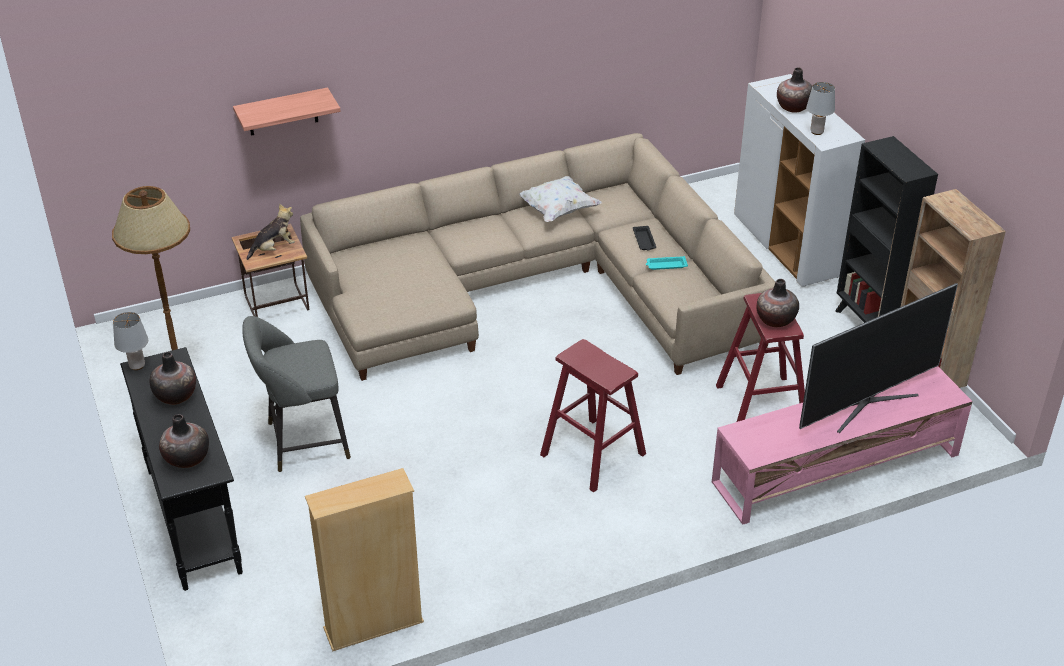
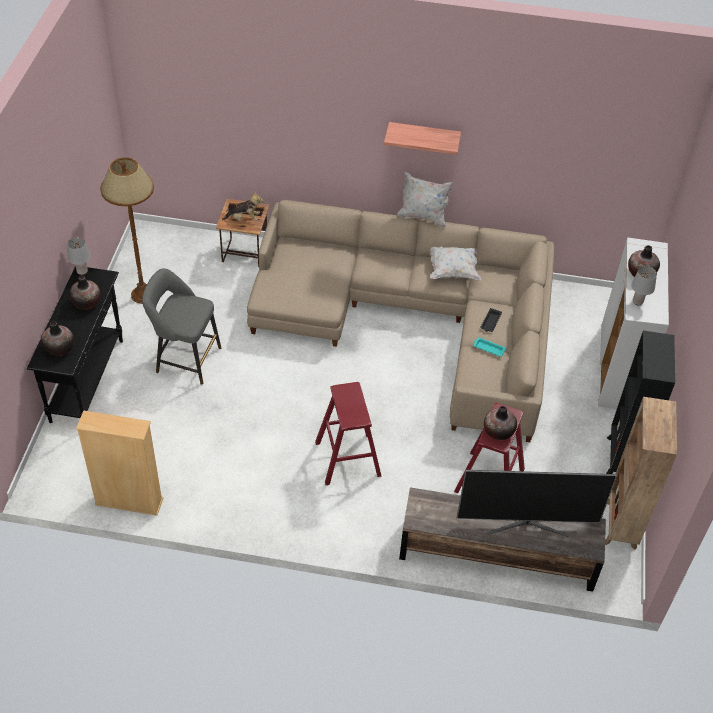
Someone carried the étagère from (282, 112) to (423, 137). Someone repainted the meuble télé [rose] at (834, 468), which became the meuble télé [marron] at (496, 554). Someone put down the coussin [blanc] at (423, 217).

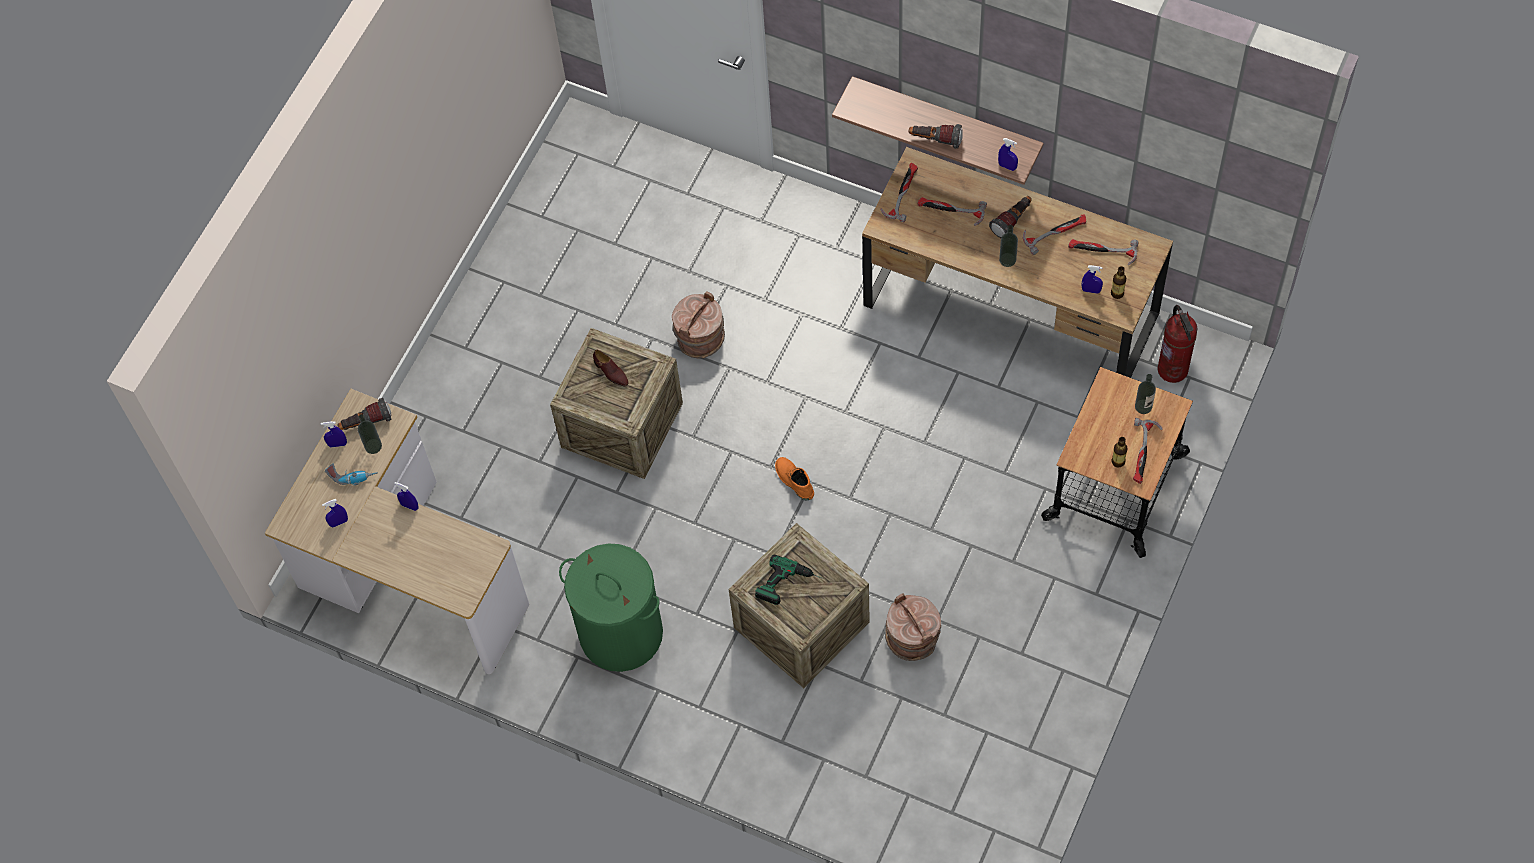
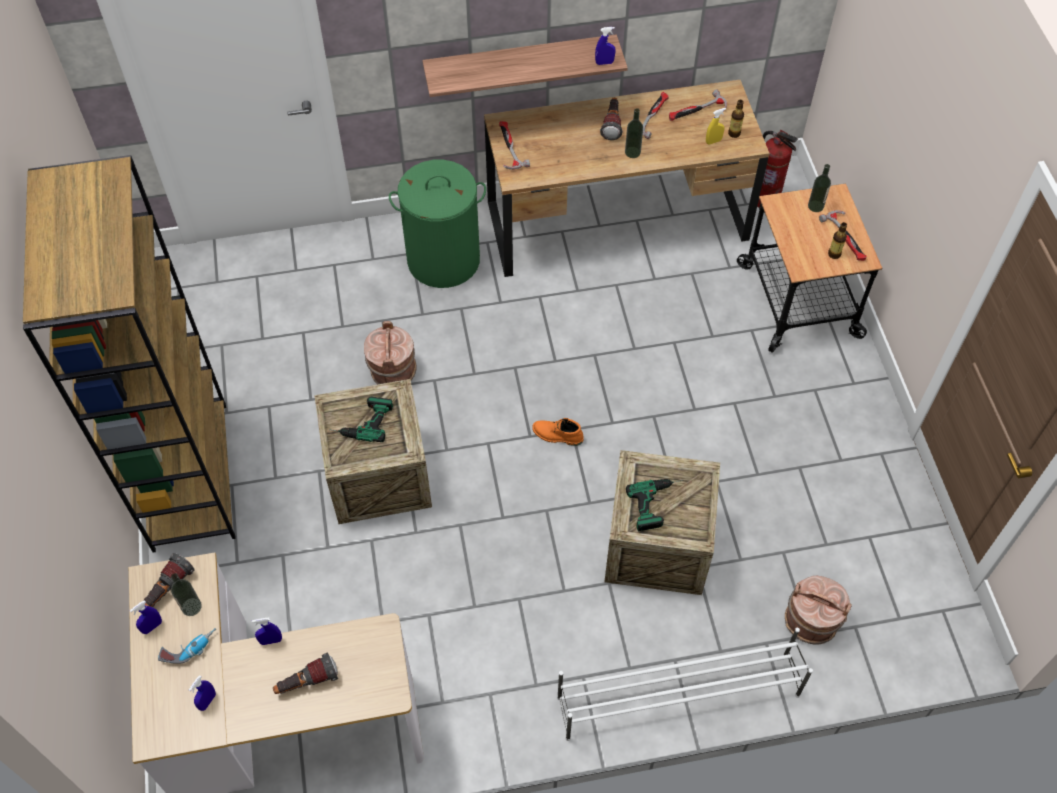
Someone carried the lampe de poche from (935, 140) to (307, 682). Someone took away the marteau at (950, 211). Someone repainted the vaporisateur [bleu] at (1091, 290), which became the vaporisateur [jaune] at (713, 141). Someone swapped the chaussure [marron] at (611, 372) for the perceuse at (361, 421). Someone carried the panier à linge [vert] from (620, 633) to (443, 260). Someone carried the seau [marron] from (912, 638) to (811, 620). Someone put down the bibliothèque [marron] at (189, 475). Someone put down the étagère à chaussures [blanc] at (677, 696).

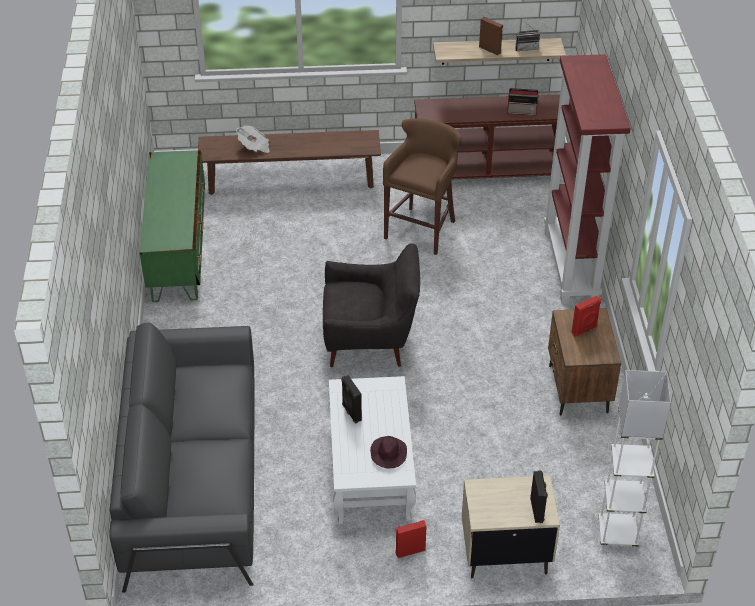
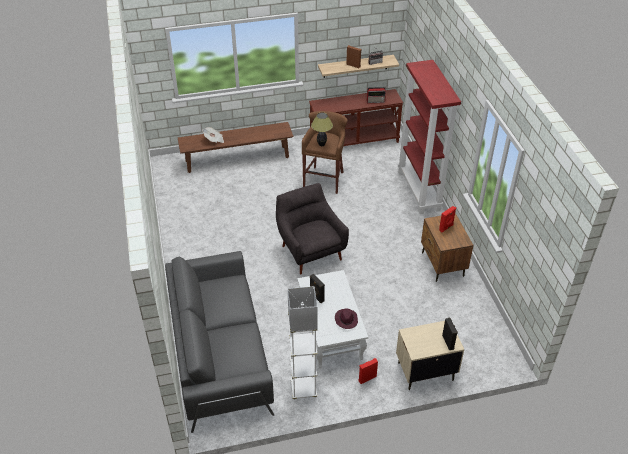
Someone took away the meuble télé [vert] at (179, 251). Someone rotated the fauteuil [gris] at (370, 341) by 105 degrees counterclockwise. Someone carried the lampadaire [blanc] from (617, 533) to (303, 389). Someone put down the lampe de table at (321, 144).

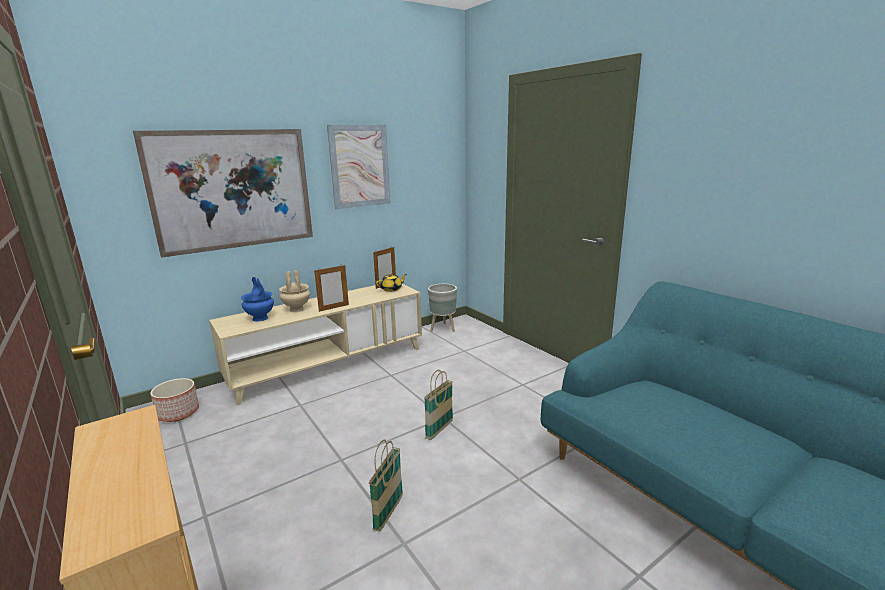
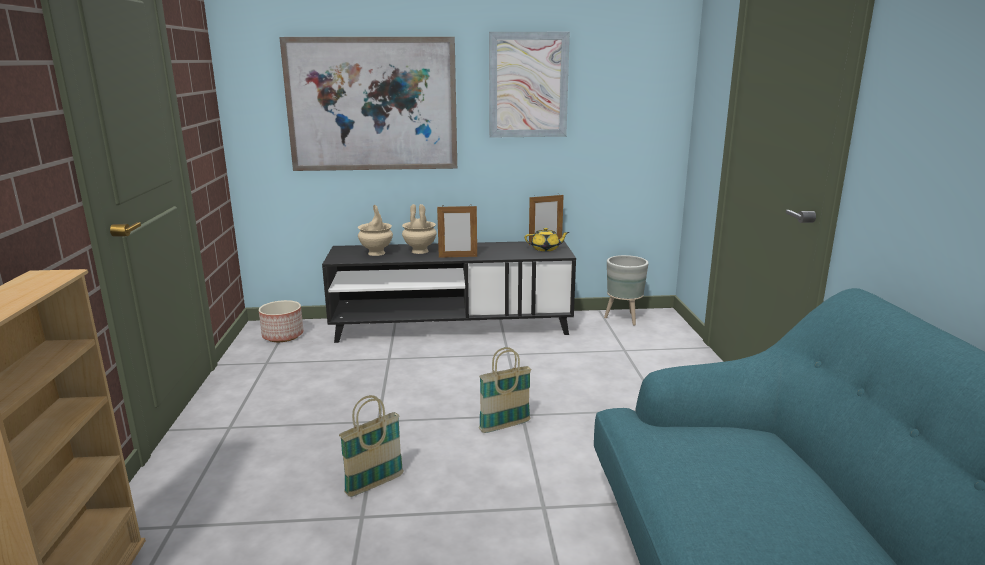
Someone repainted the vase [bleu] at (260, 318), which became the vase [beige] at (376, 253). Someone repainted the meuble télé [beige] at (328, 365), which became the meuble télé [noir] at (452, 327).

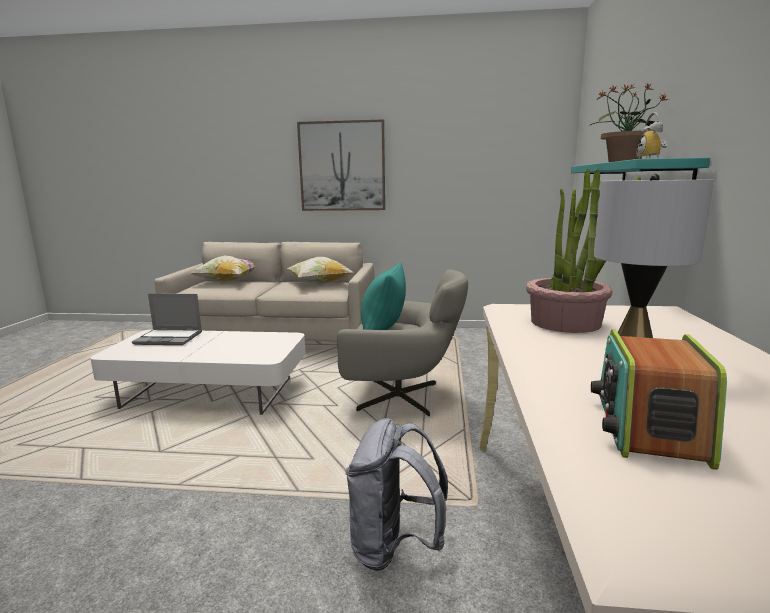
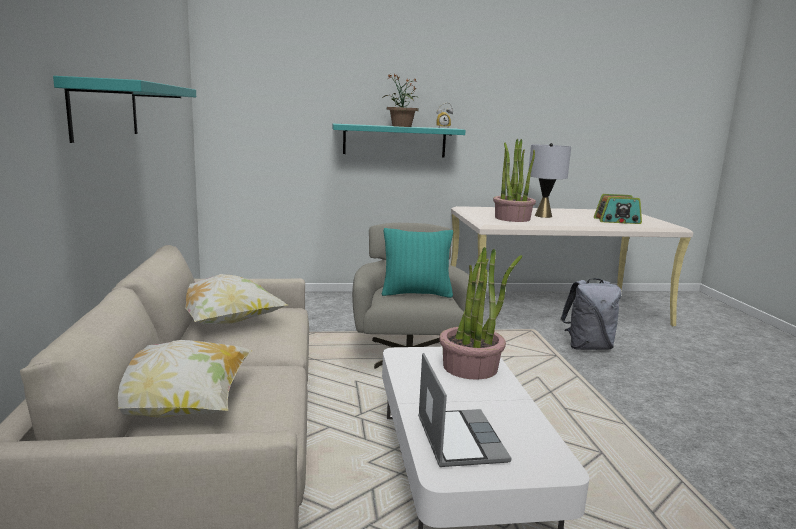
Someone swapped the tableau at (342, 166) for the étagère [turquoise] at (105, 110). Someone put down the plante en pot at (471, 367).

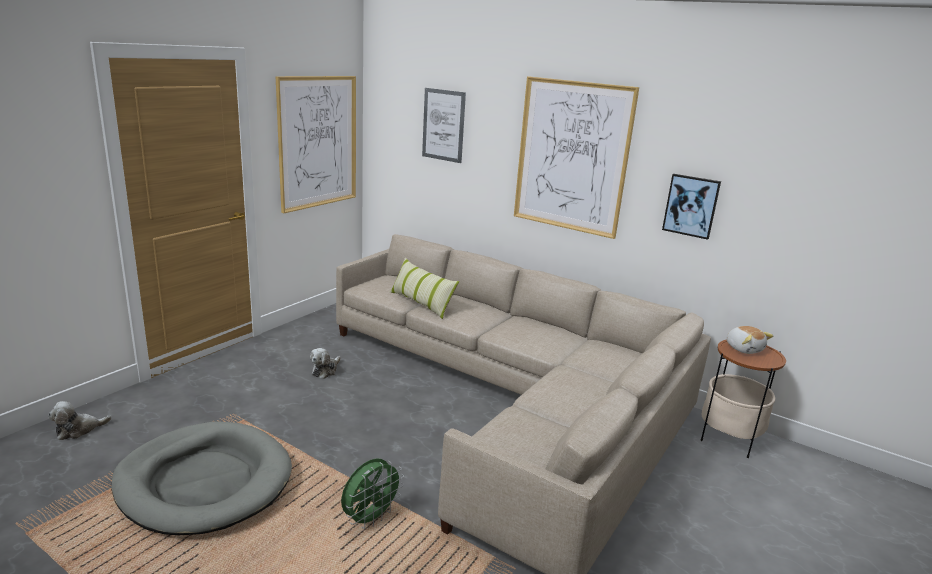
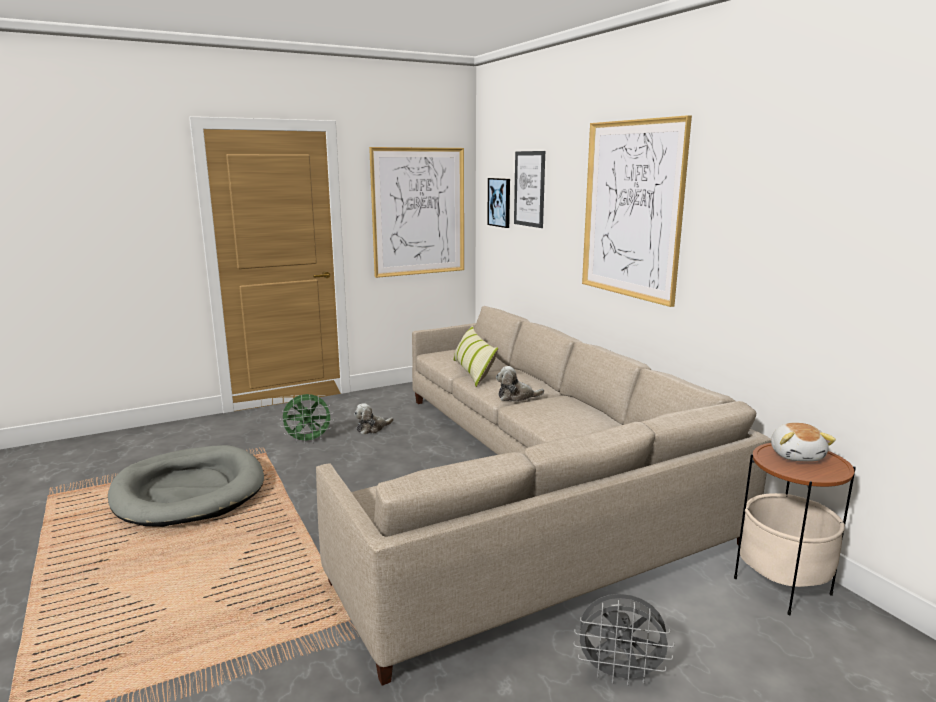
Someone carried the tableau from (691, 206) to (500, 202). Someone carried the peluche from (78, 430) to (516, 397). Someone carried the ventilateur [vert] from (370, 518) to (308, 441). Someone put down the ventilateur [gris] at (620, 675).

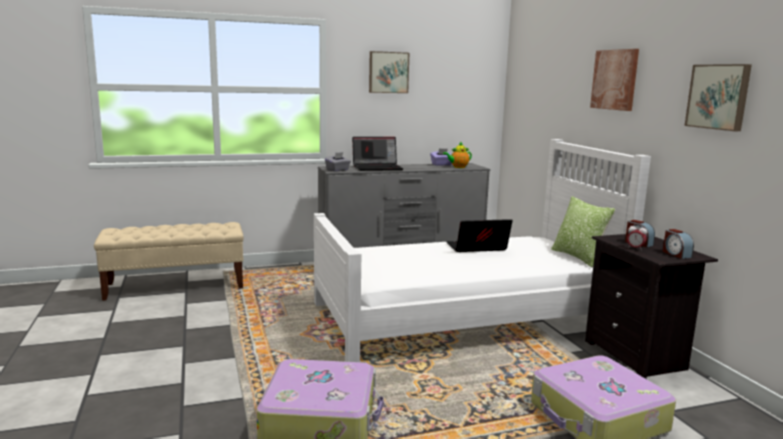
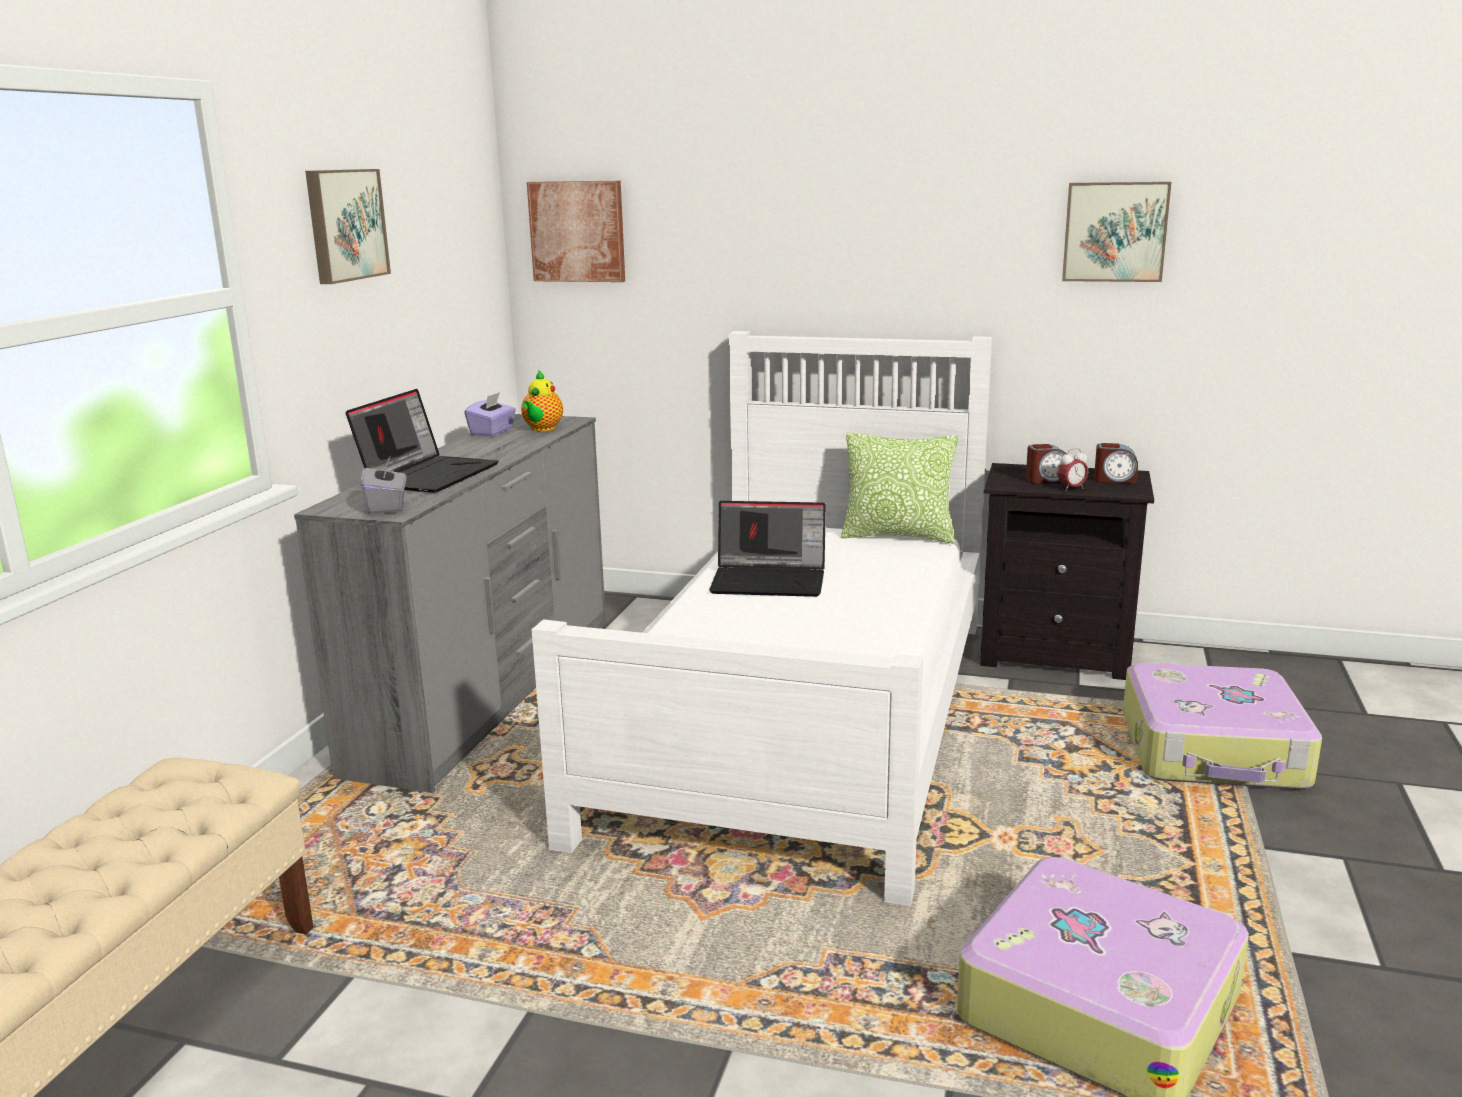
Someone carried the tableau from (615, 79) to (577, 231). Someone rotated the ordinateur portable at (476, 248) by 105 degrees counterclockwise.

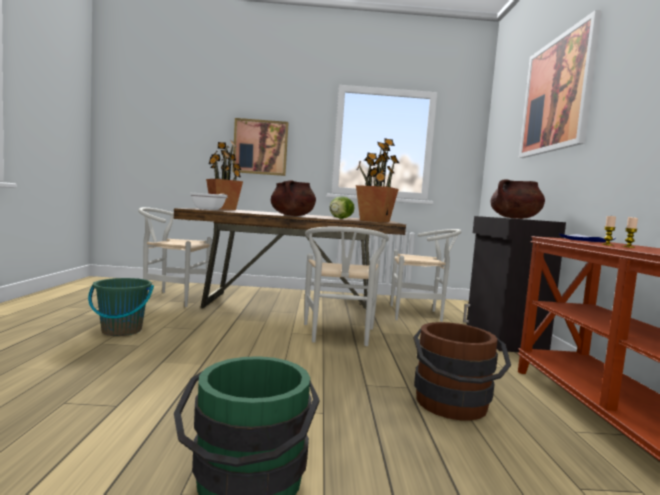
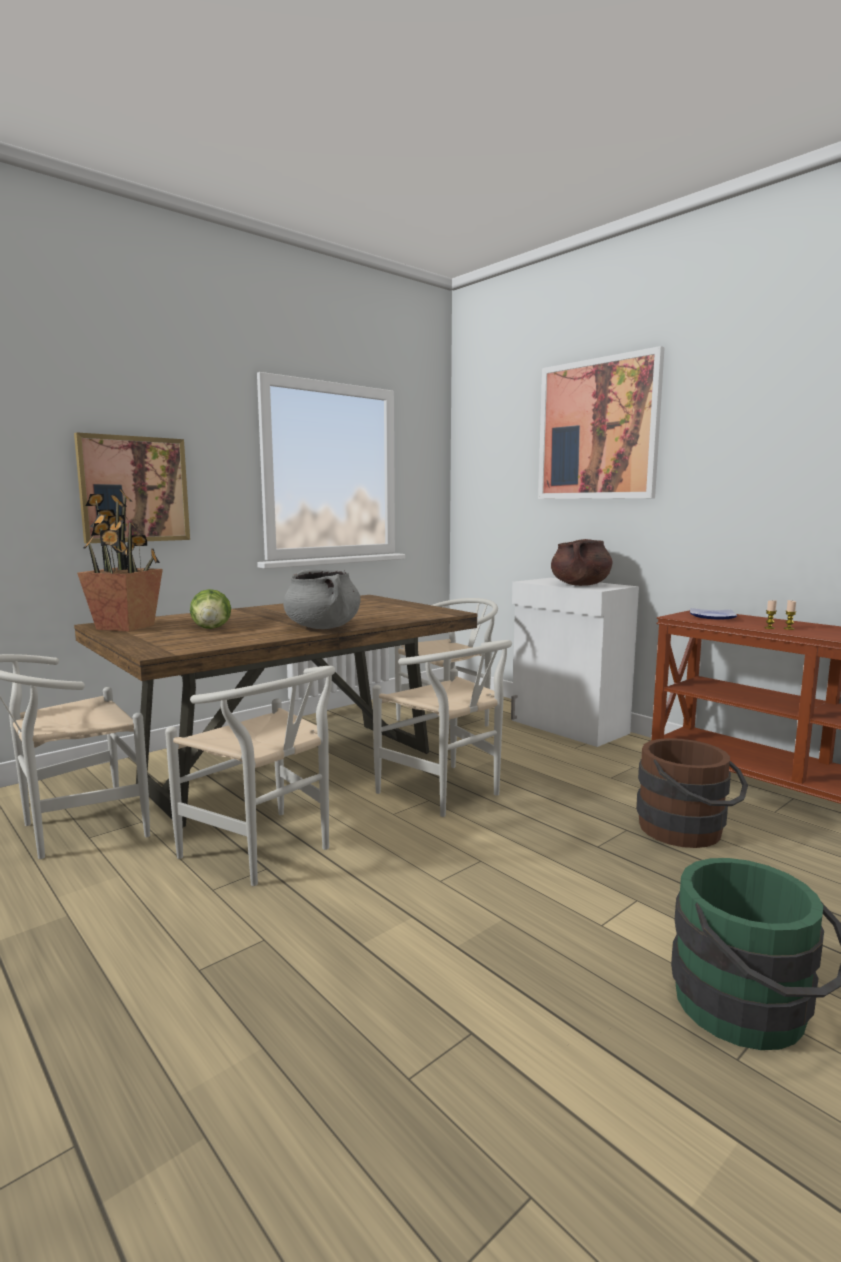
Someone took away the plante en pot at (374, 221). Someone repainted the marmite [marron] at (292, 215), which became the marmite [gris] at (323, 627). Someone took away the poêle at (210, 209). Someone carried the laitue from (340, 218) to (211, 628). Someone repainted the meuble de rangement [noir] at (502, 337), which became the meuble de rangement [blanc] at (568, 727). Someone took away the seau [vert] at (121, 331). Someone put down the chaise [blanc] at (267, 852).

